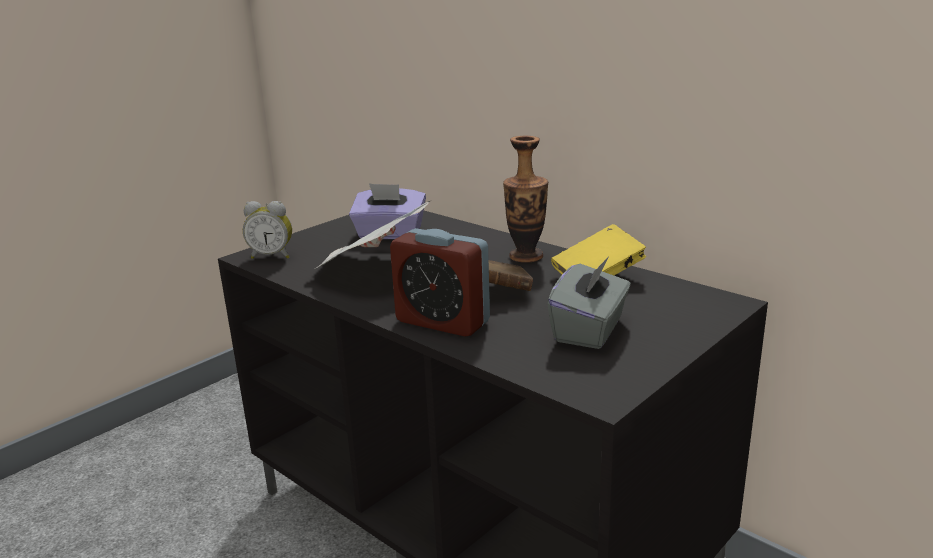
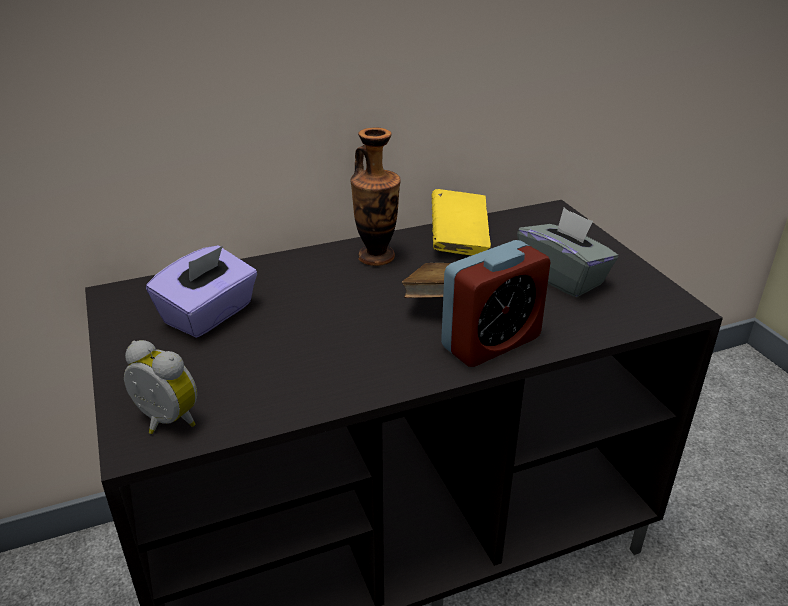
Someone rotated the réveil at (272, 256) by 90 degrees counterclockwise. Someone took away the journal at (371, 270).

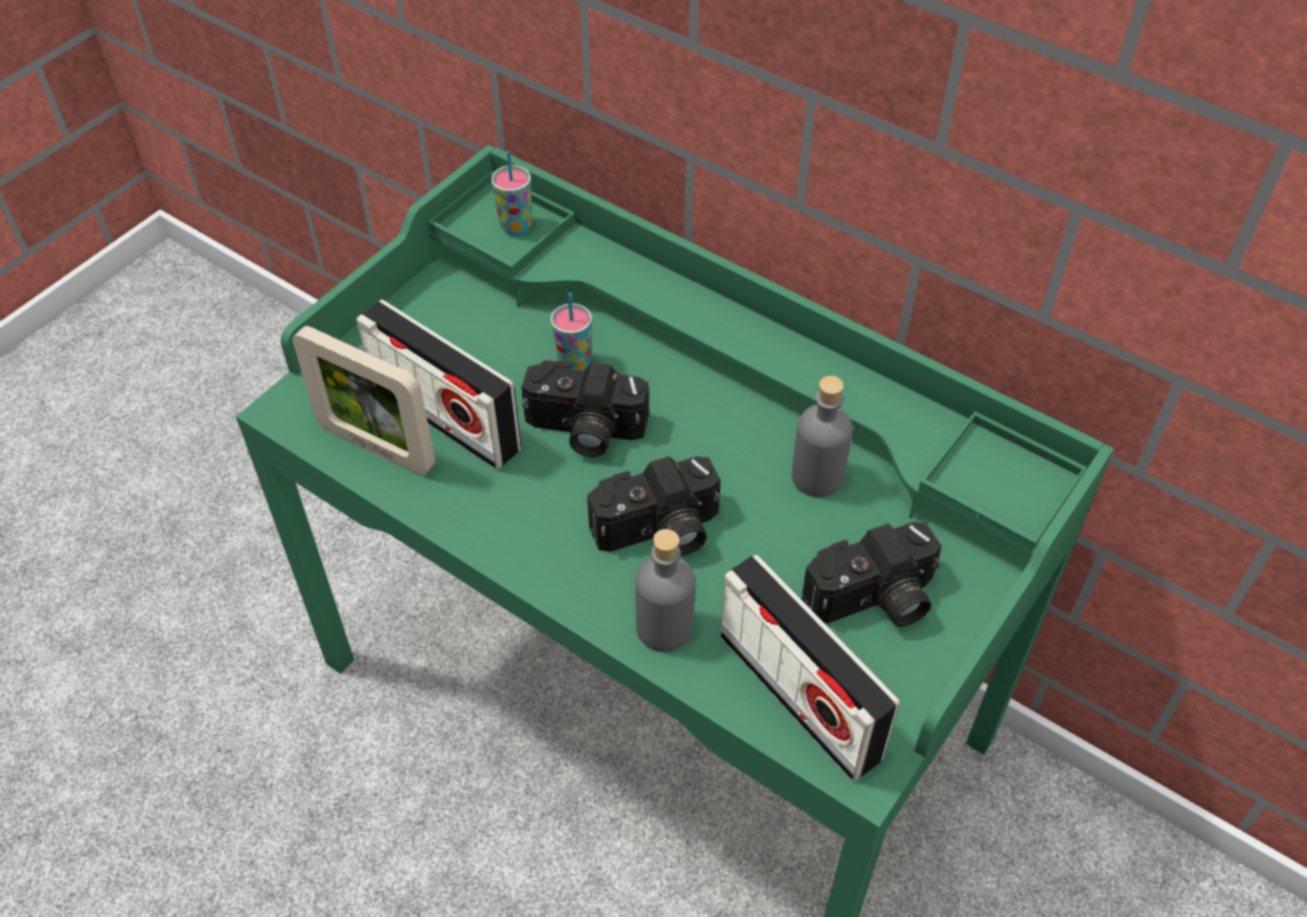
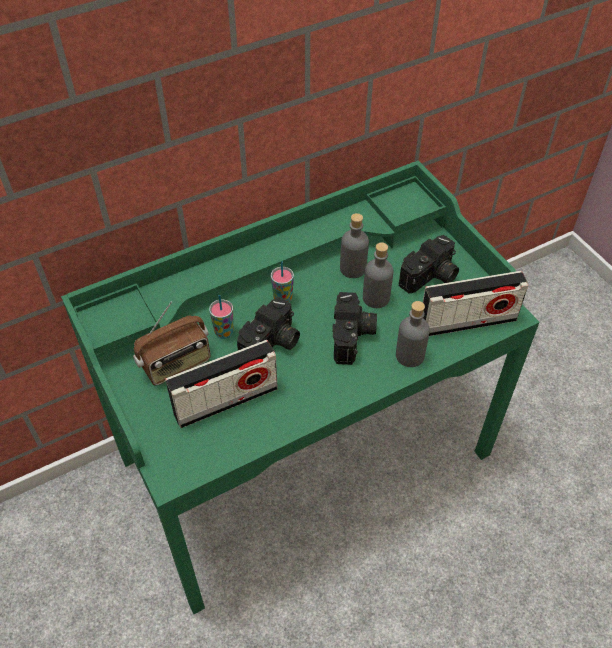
Someone carried the tasse from (516, 227) to (283, 299). Someone took away the cadre photo at (376, 447). Someone rotated the appareil photo at (874, 601) by 45 degrees clockwise. Someone put down the bouteille [gris] at (376, 298). Someone put down the radio at (176, 364).

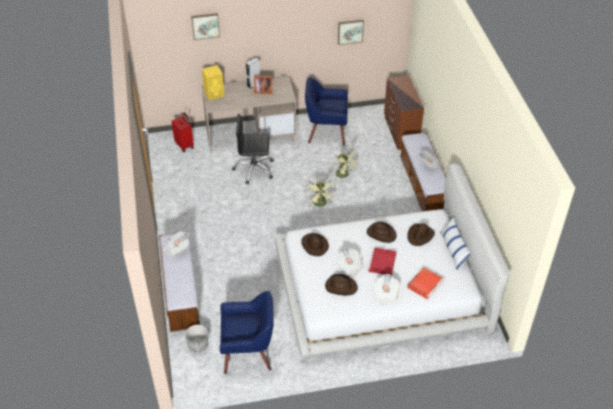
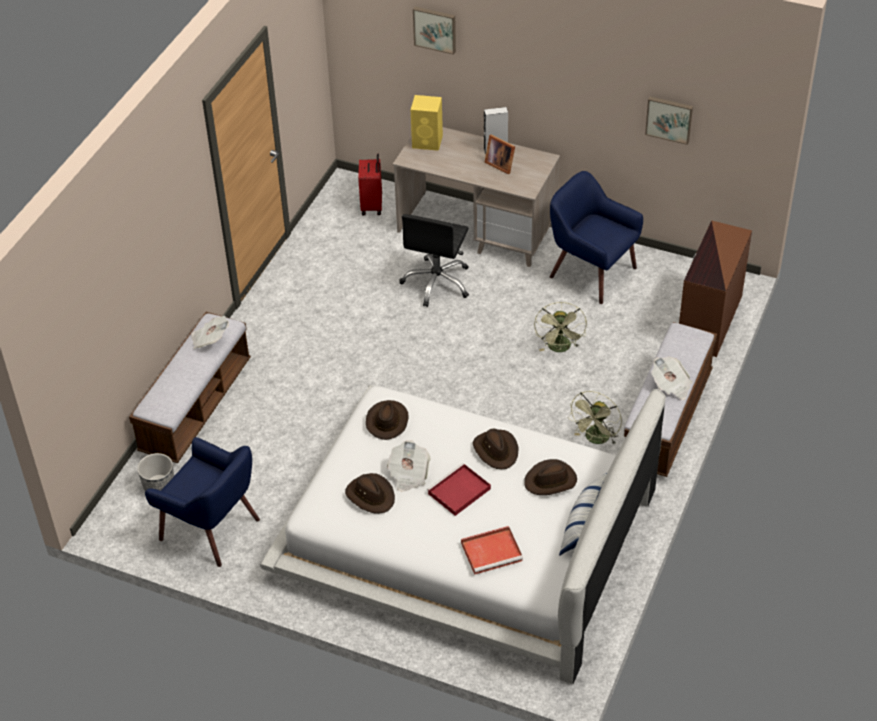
Someone rotated the chaise de bureau [noir] at (254, 169) by 105 degrees counterclockwise. Someone carried the ventilateur [vert] from (320, 204) to (596, 439). Someone took away the journal at (386, 295).

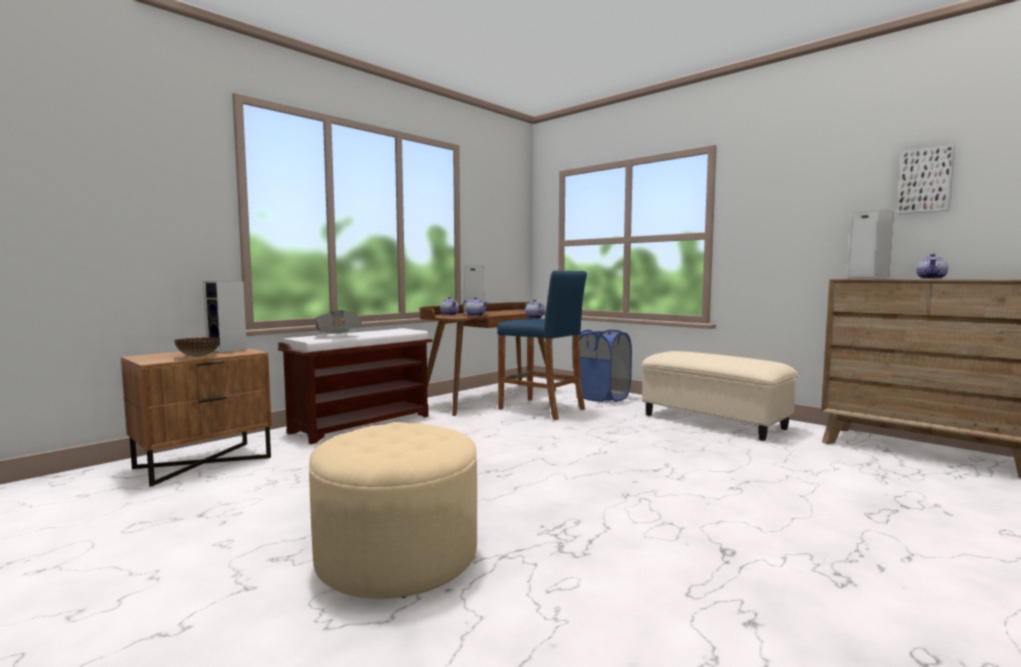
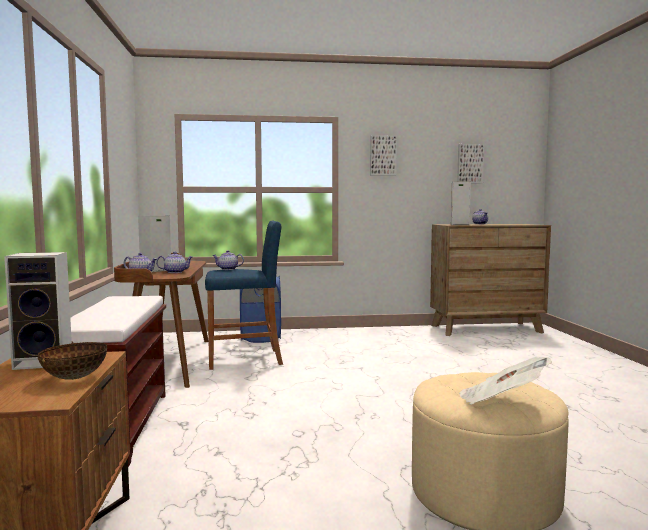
Someone carried the journal from (338, 336) to (500, 402). Someone took away the pouf [beige] at (712, 422). Someone put up the tableau at (383, 155).

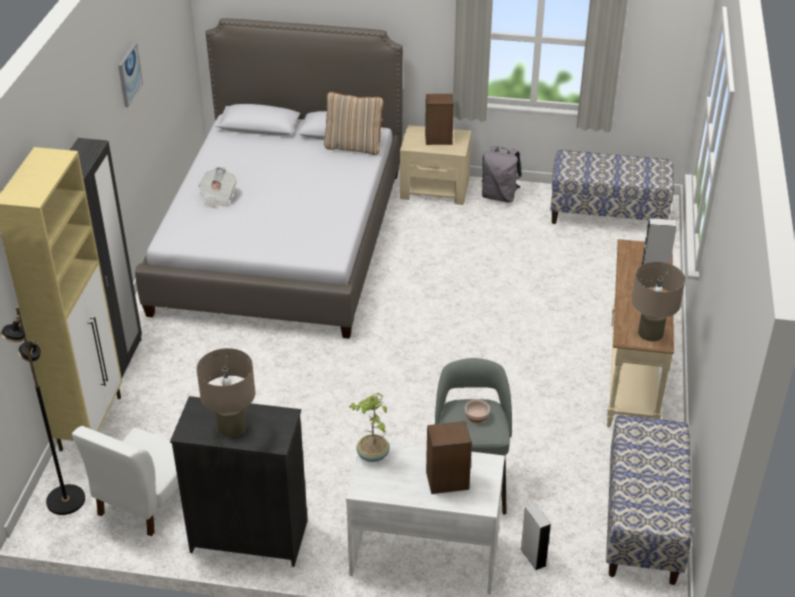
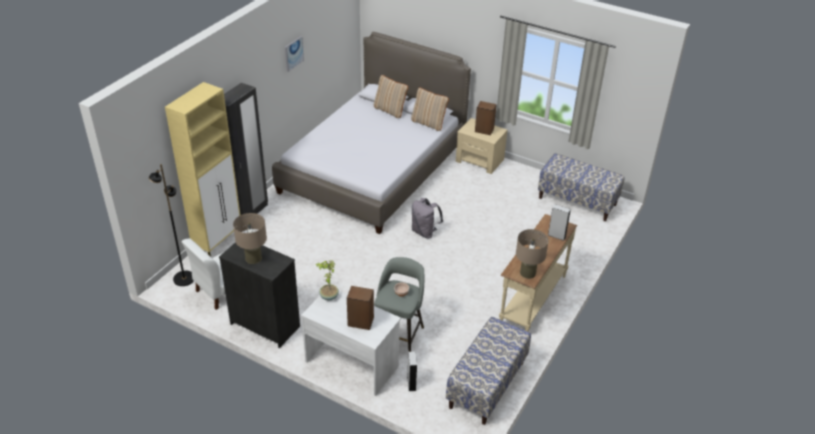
Someone carried the sac à dos [gris] from (499, 196) to (425, 232). Someone took away the journal at (217, 197). Someone put down the coussin [beige] at (390, 110).

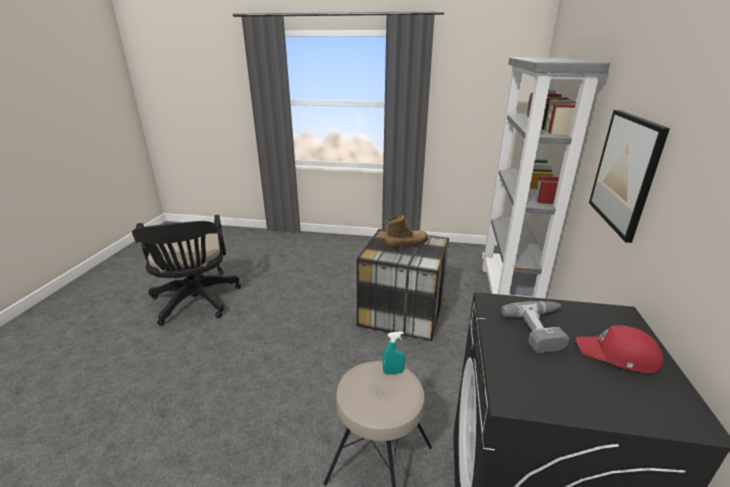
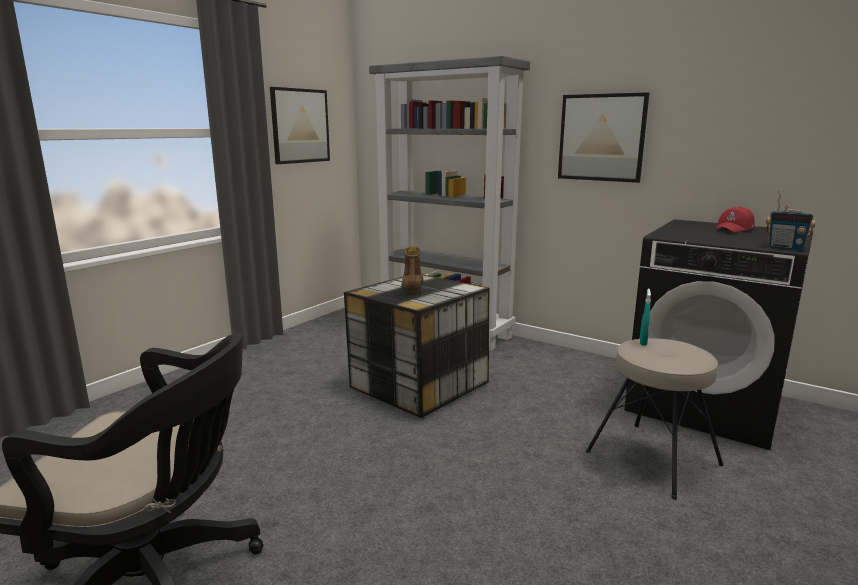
Someone took away the perceuse at (543, 329). Someone put up the tableau at (300, 126). Someone put down the radio at (785, 248).

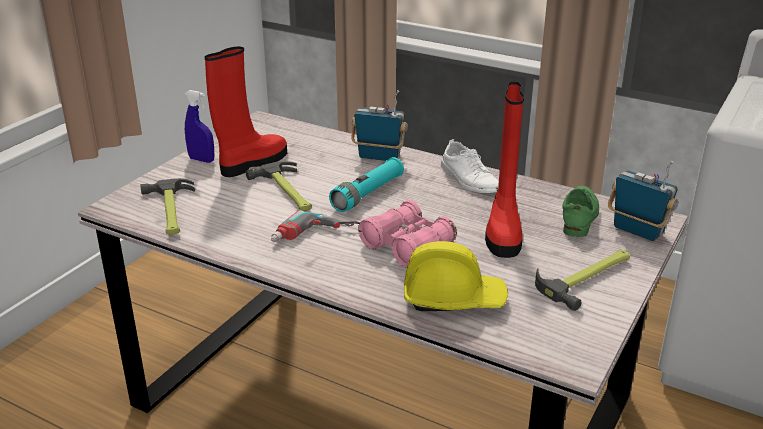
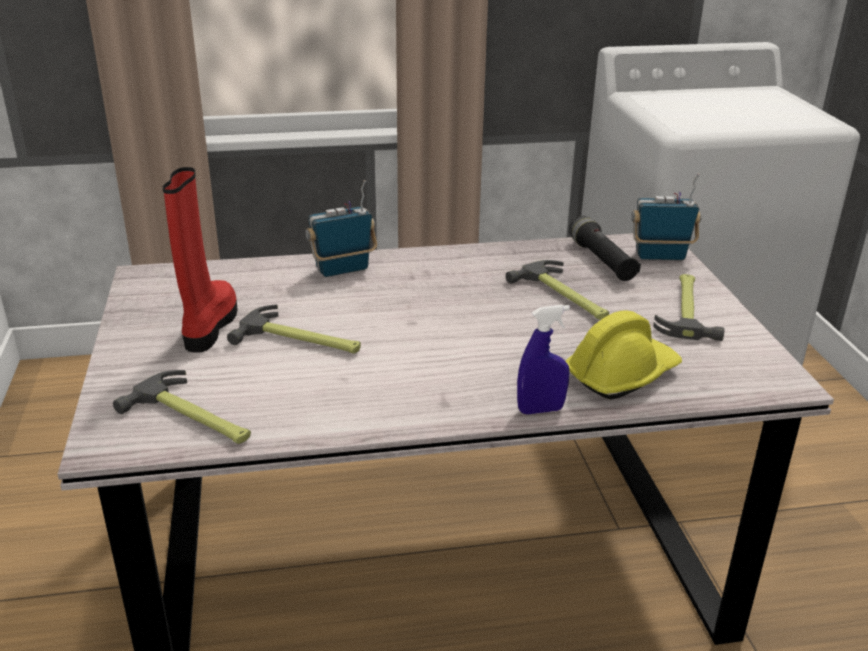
Someone swapped the botte [rouge] at (503, 231) for the marteau at (564, 296). Someone carried the vaporisateur [bleu] from (201, 160) to (540, 410). Someone took away the chaussure [blanc] at (469, 179). Someone took away the lampe de poche [turquoise] at (368, 194). Someone swapped the chaussure [vert] at (579, 216) for the lampe de poche [noir] at (601, 260). Someone took away the jumelles [rose] at (407, 246). Someone took away the perceuse at (315, 237).

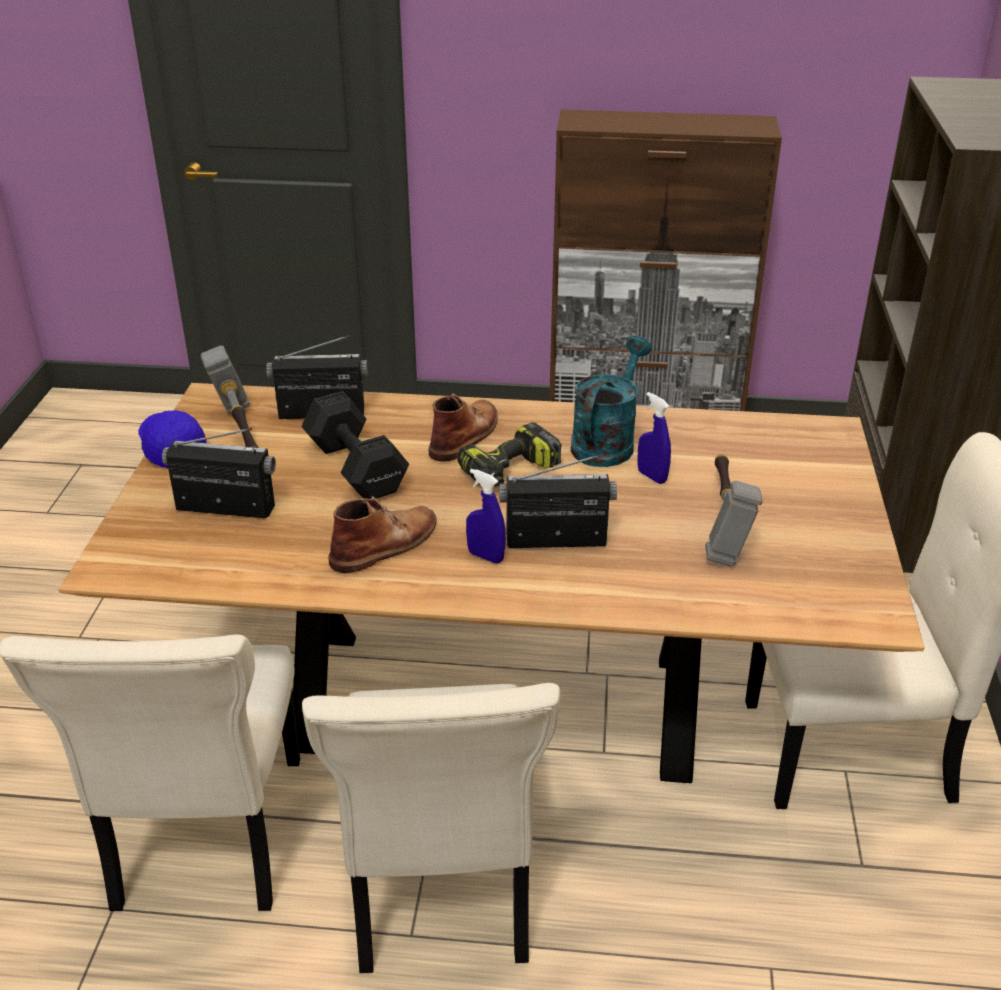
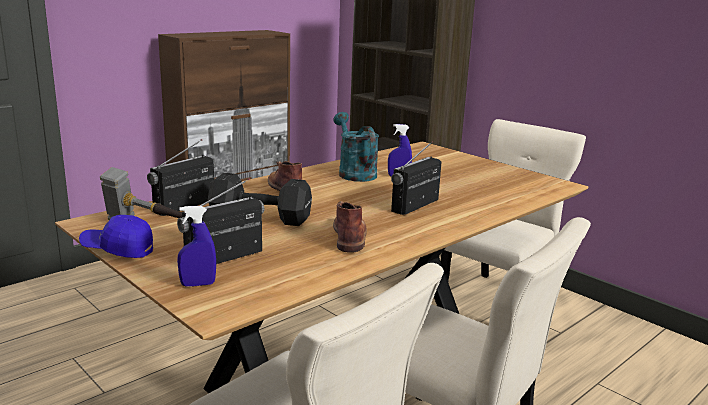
Someone took away the perceuse at (509, 472). Someone took away the marteau at (723, 523). Someone carried the vaporisateur [bleu] from (485, 556) to (198, 284).

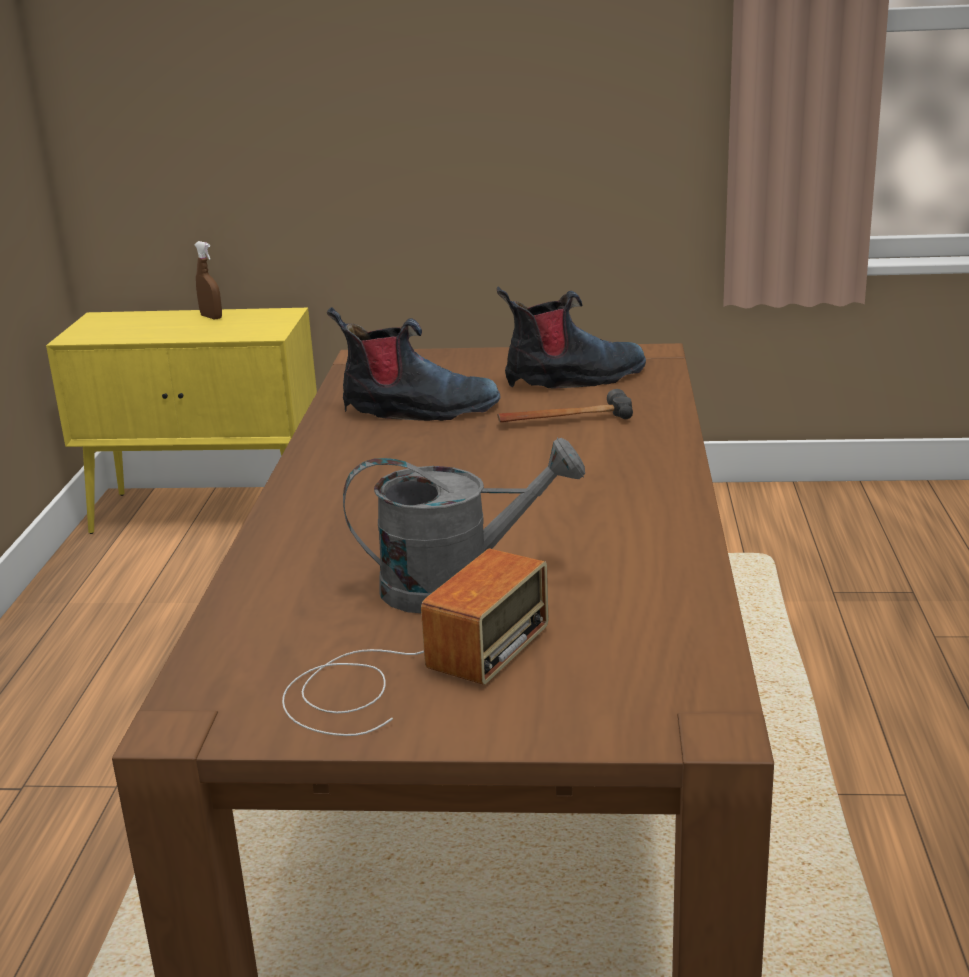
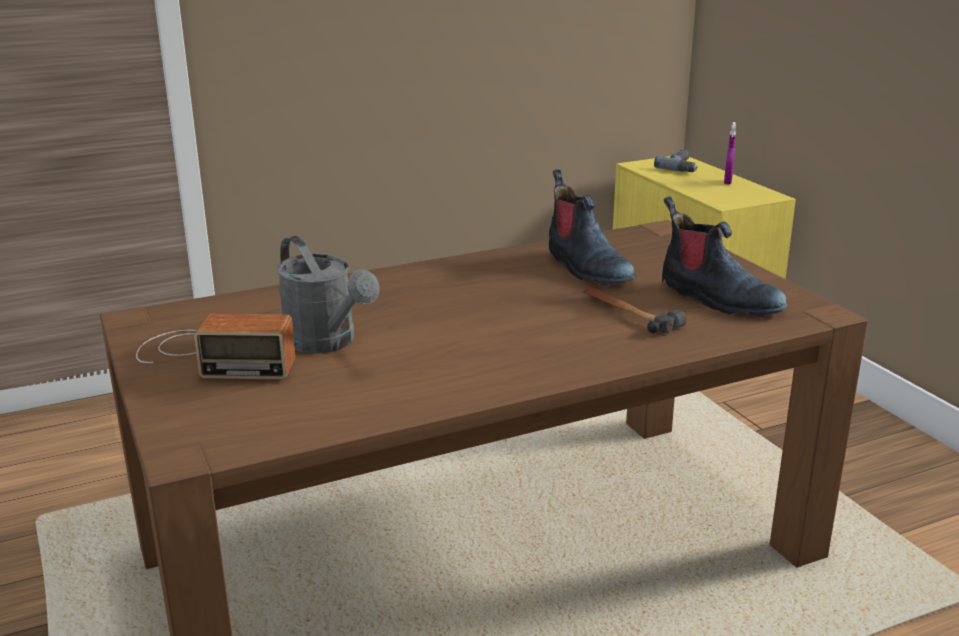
Someone repainted the vaporisateur [marron] at (211, 317), which became the vaporisateur [violet] at (728, 182). Someone put down the perceuse at (682, 167).

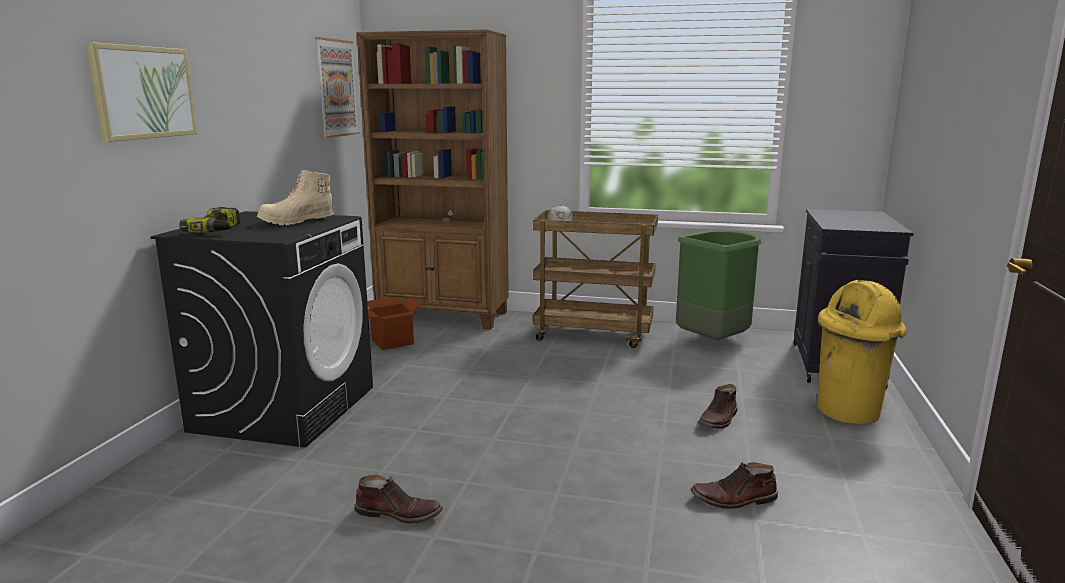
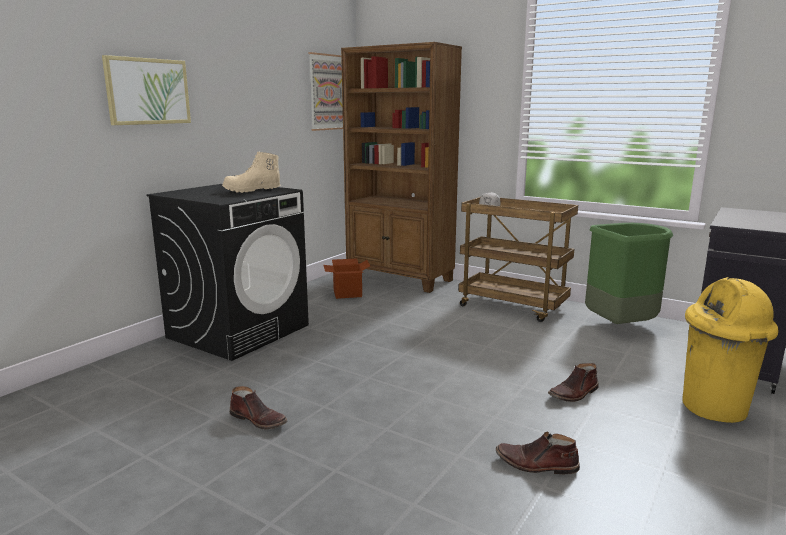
Someone took away the perceuse at (218, 230).

